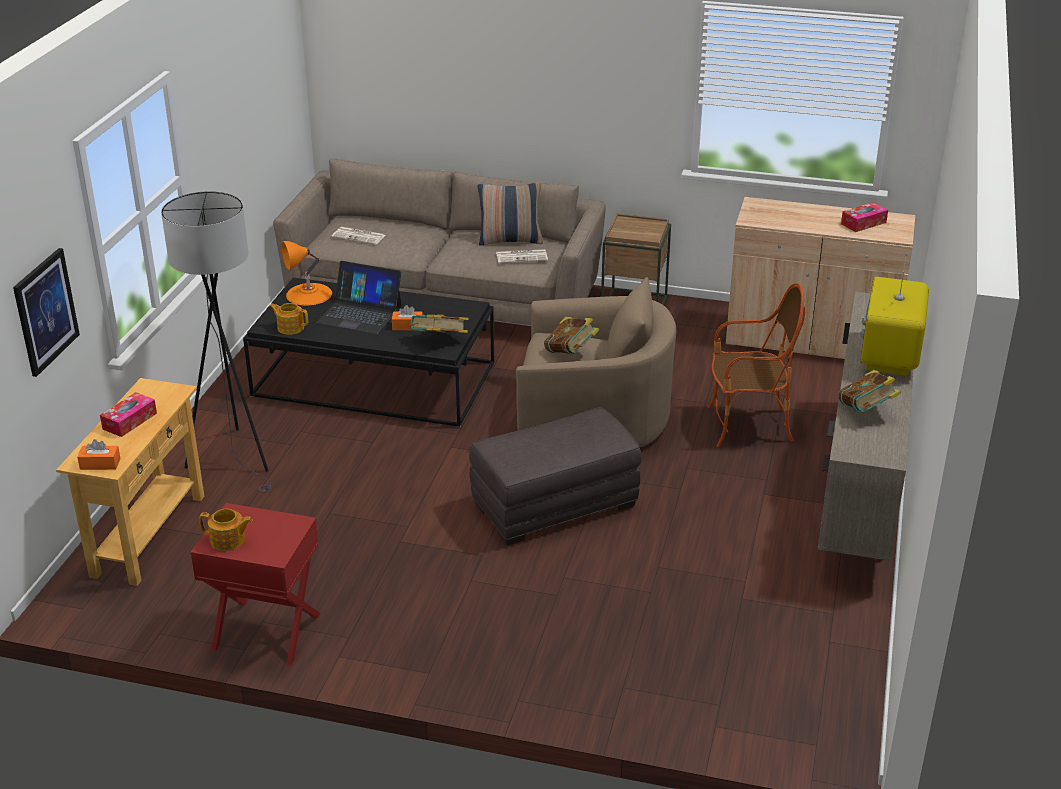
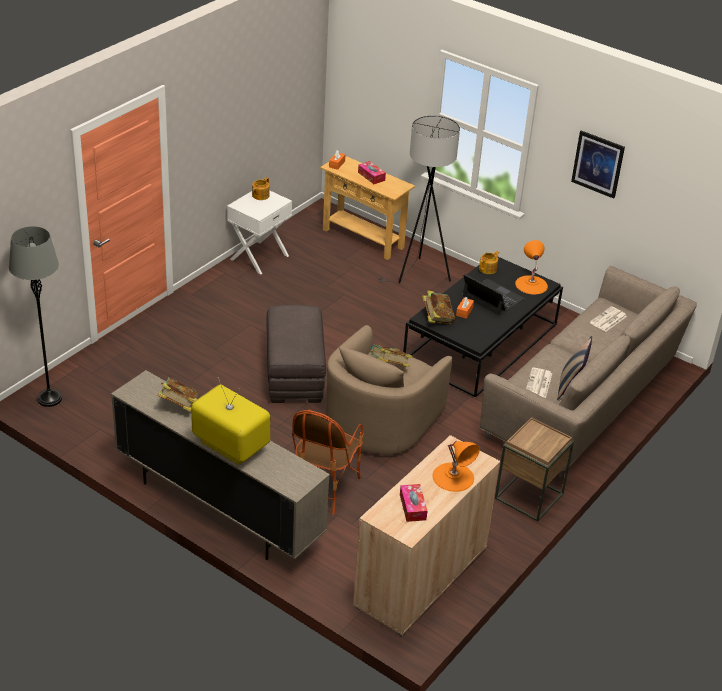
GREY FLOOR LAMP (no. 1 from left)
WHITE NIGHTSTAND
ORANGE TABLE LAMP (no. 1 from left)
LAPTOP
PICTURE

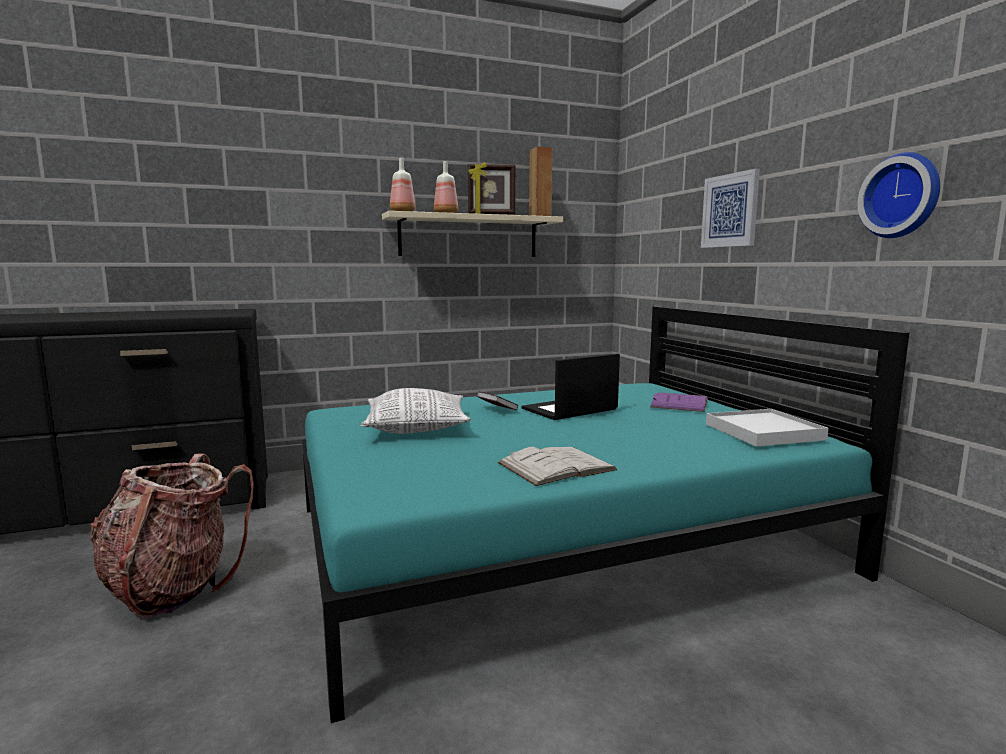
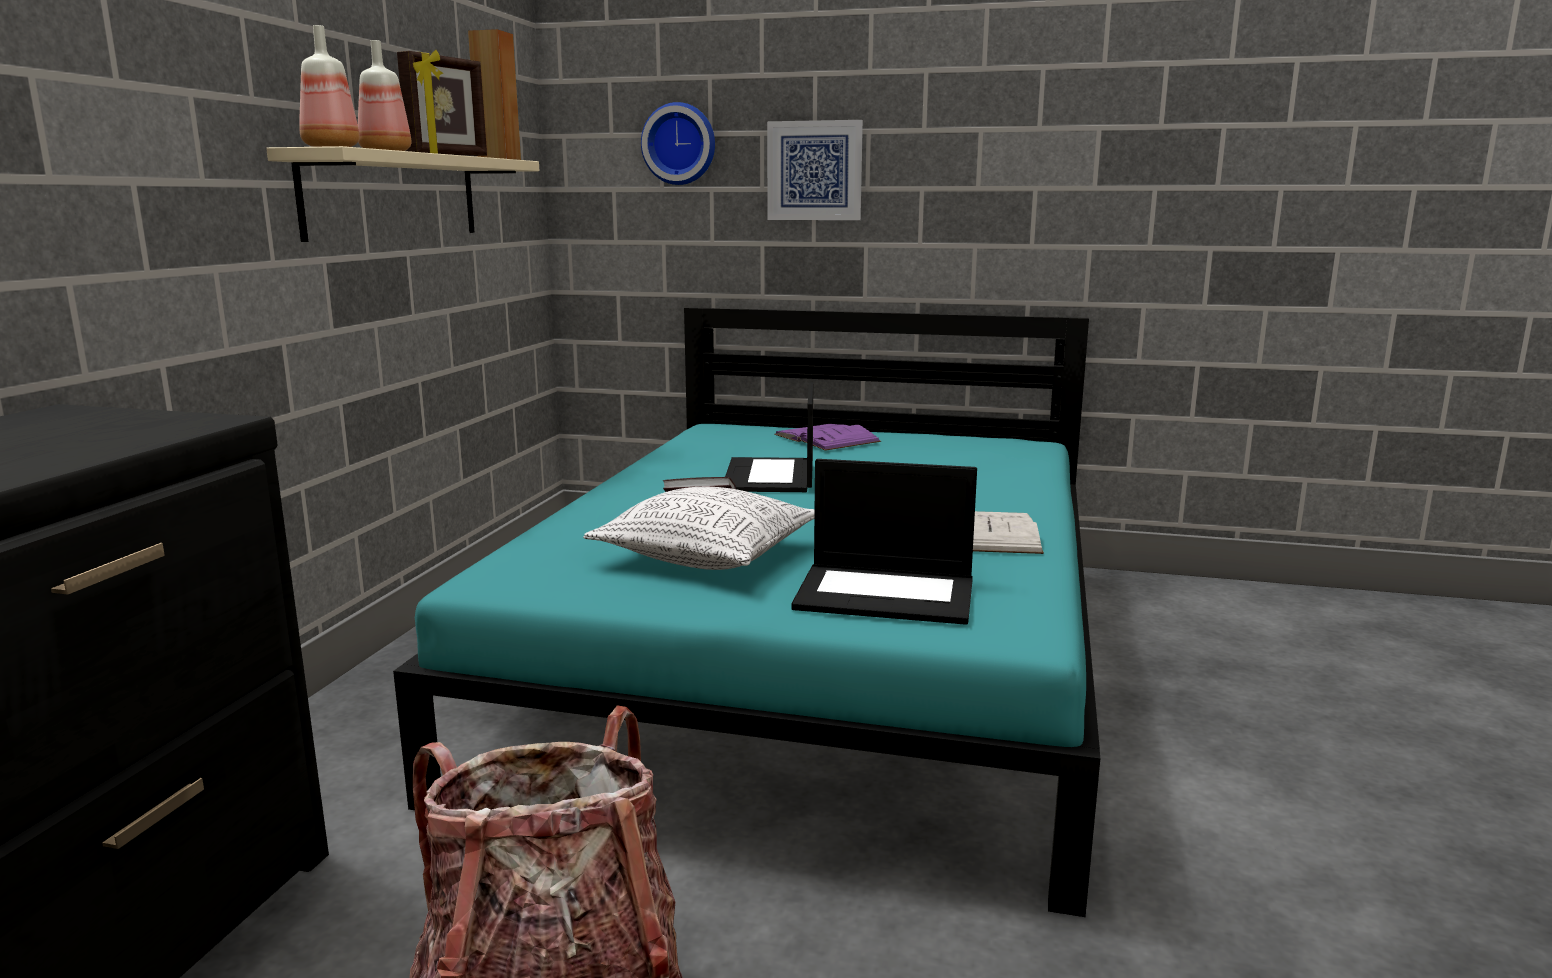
WALL CLOCK
LAPTOP (no. 2 from left)
WHITE TRAY

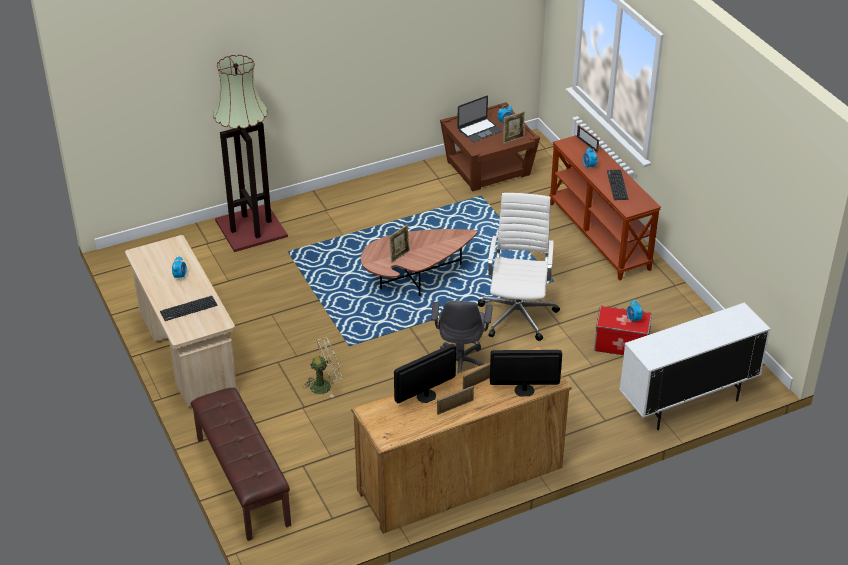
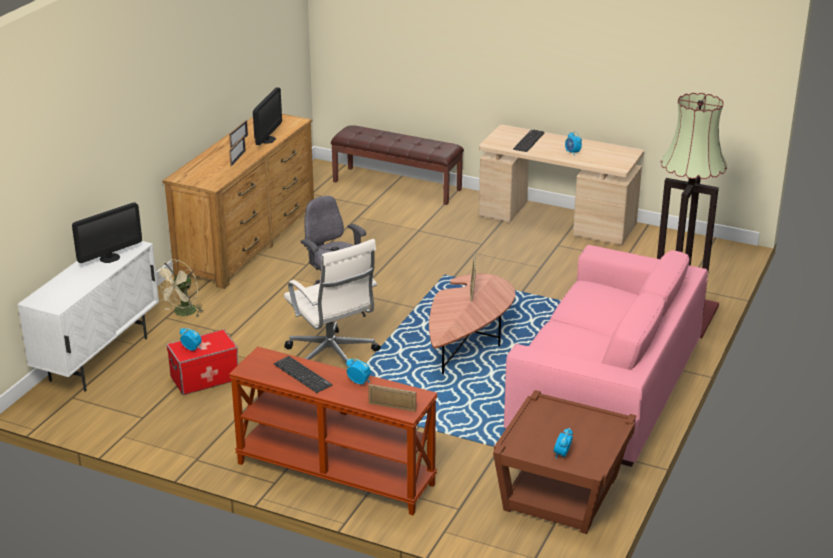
MONITOR (no. 1 from left)
BEIGE FAN
PINK SOFA
LAPTOP
PICTURE FRAME (no. 4 from left in the first image)

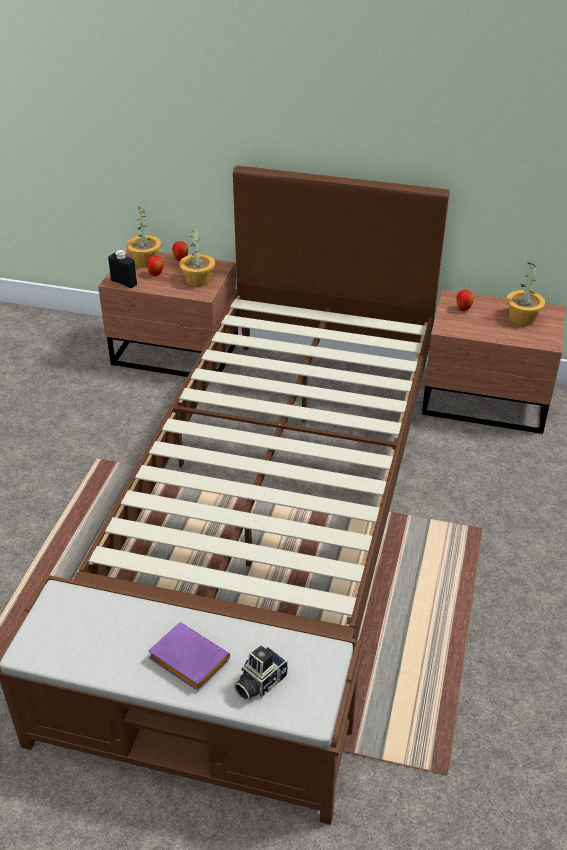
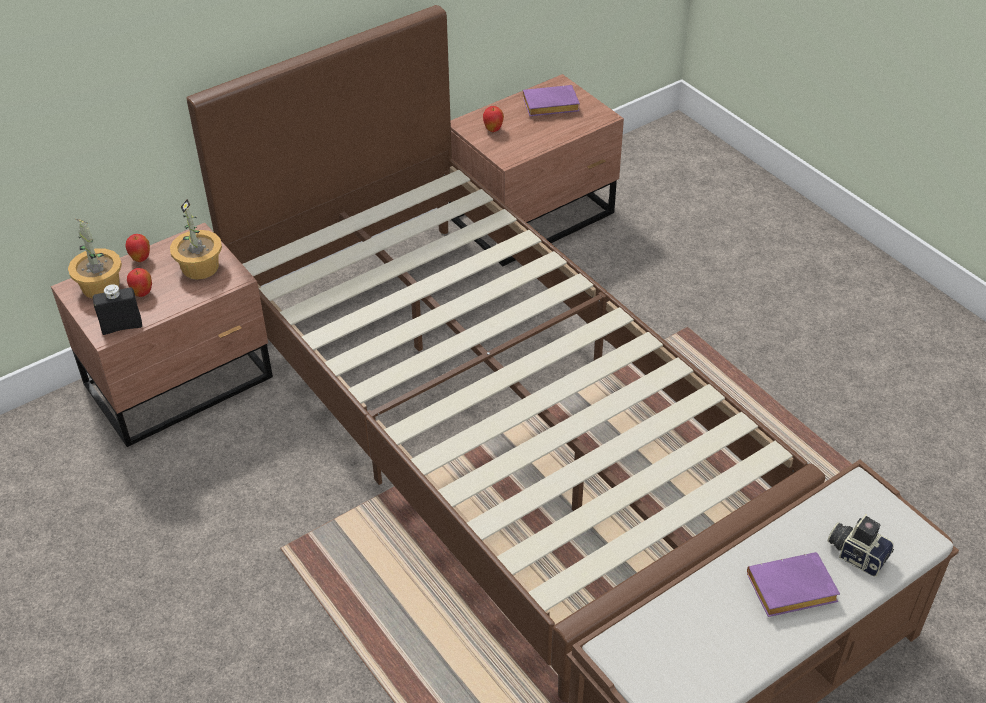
PURPLE BOOK (no. 1 from left)
PHOTO CAMERA

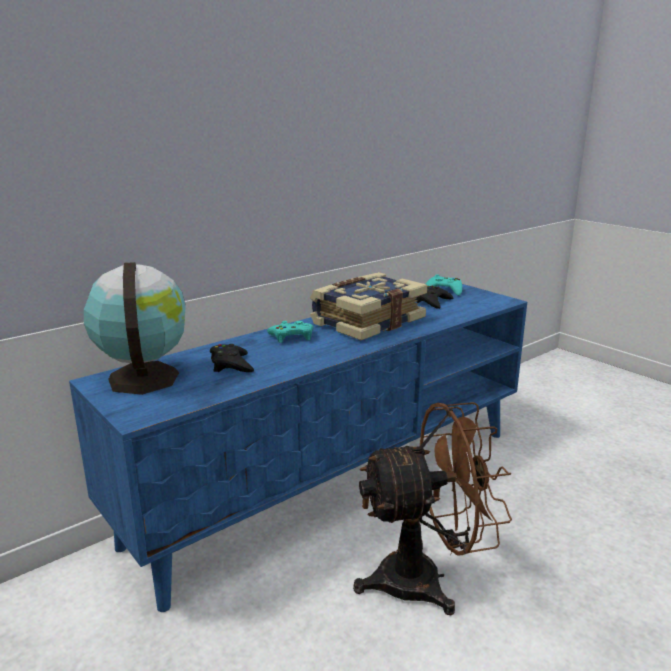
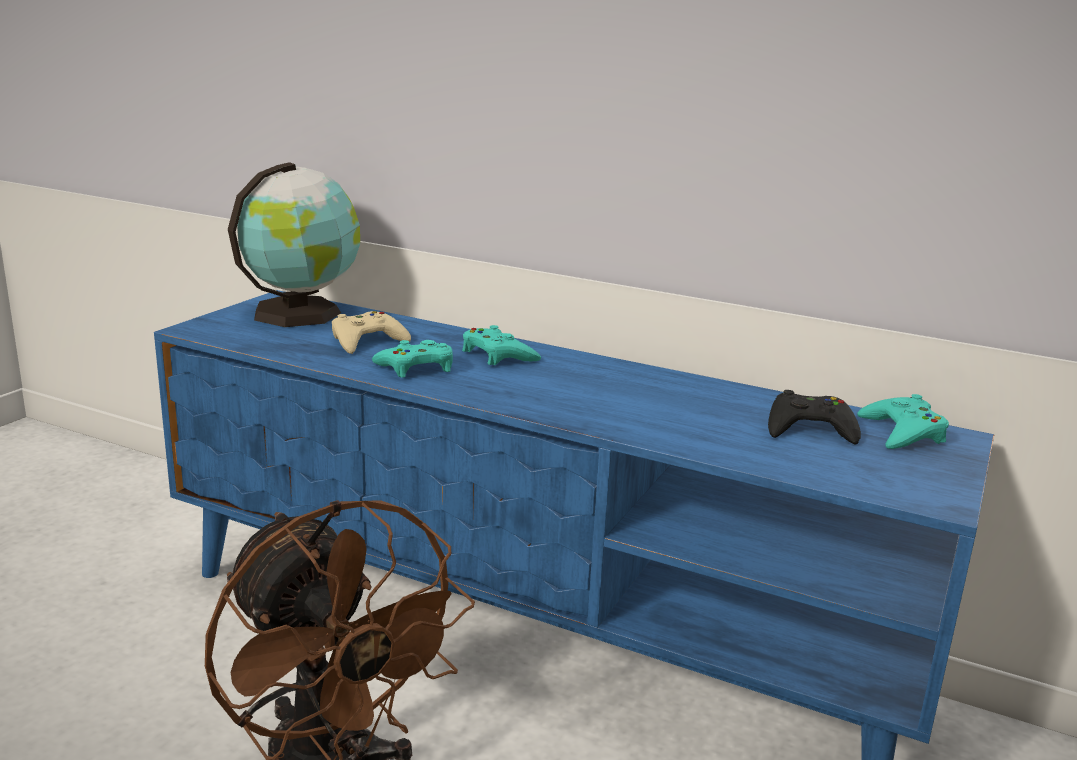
BEIGE GAME CONTROLLER
TURQUOISE GAME CONTROLLER (no. 1 from left)
BOOK

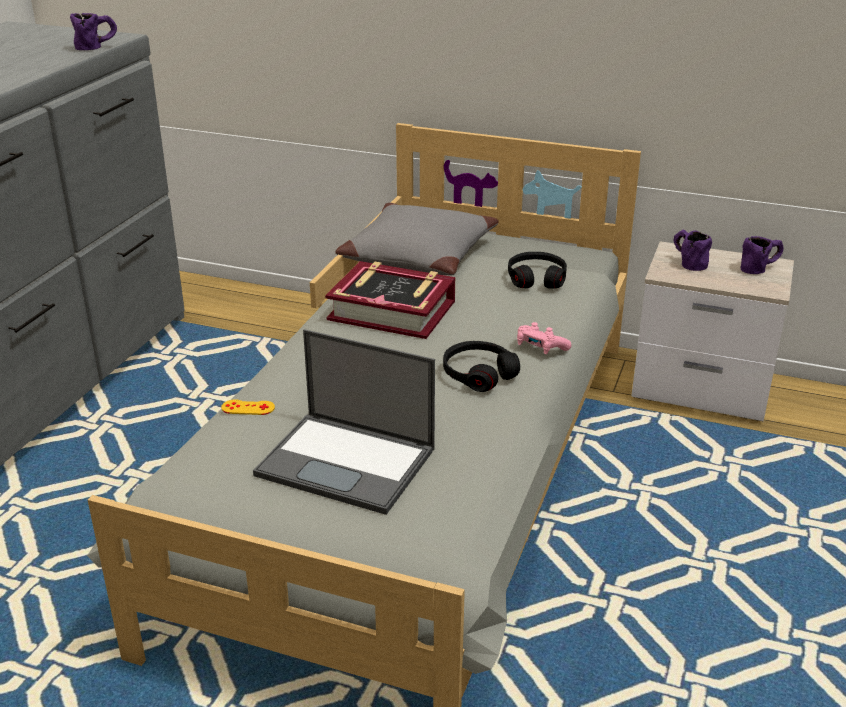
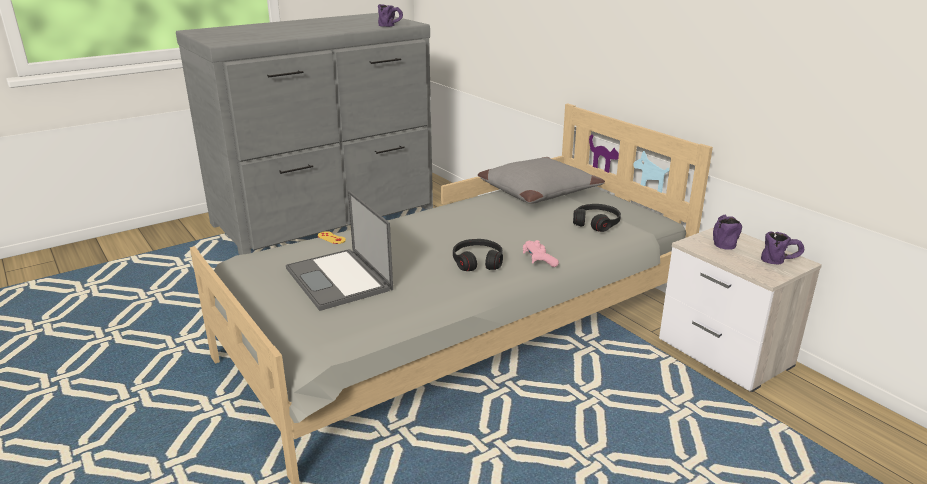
BOOK

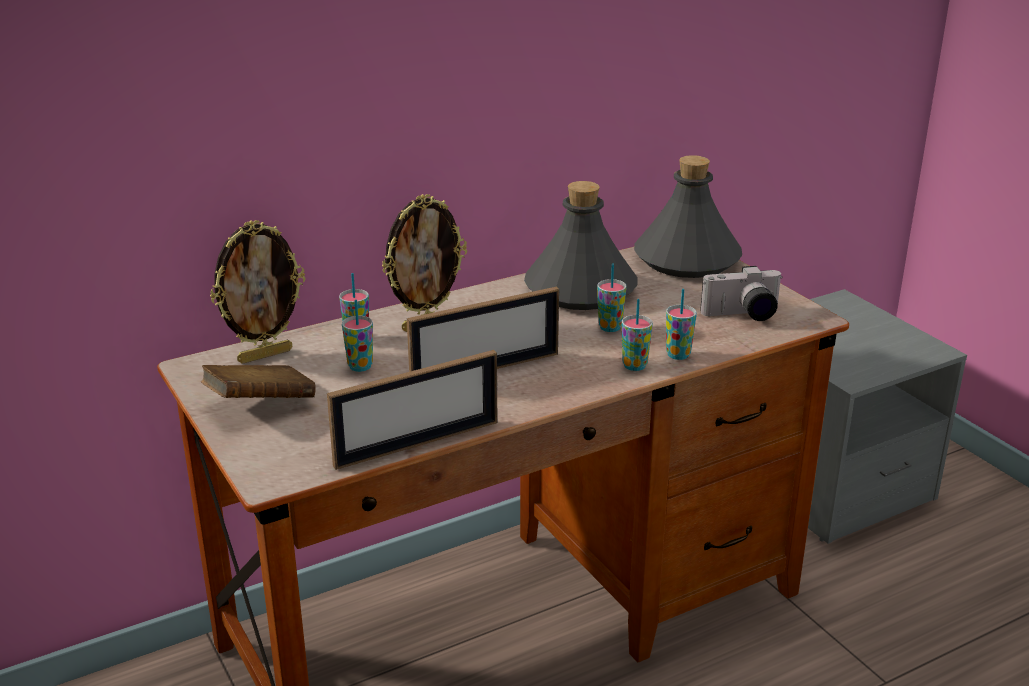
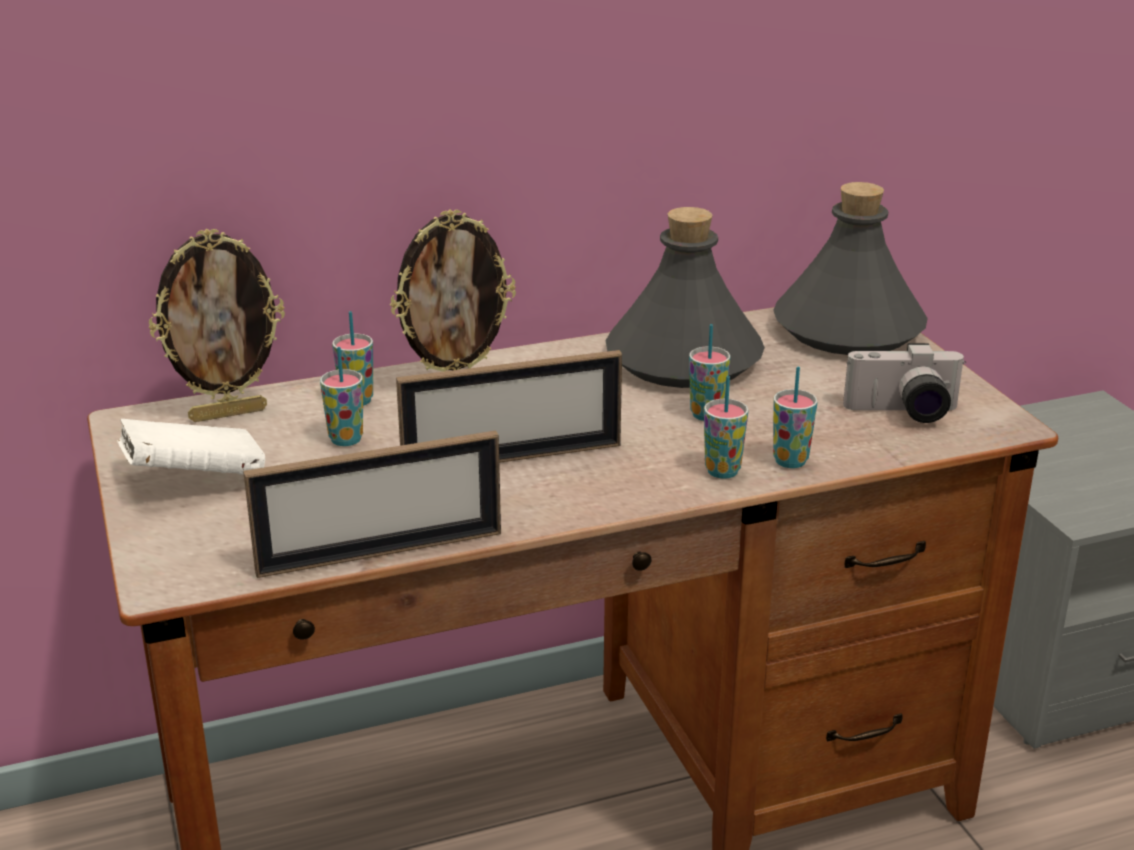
WHITE BOOK

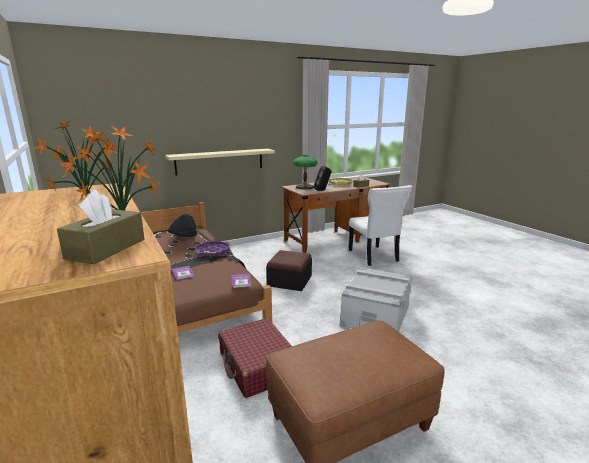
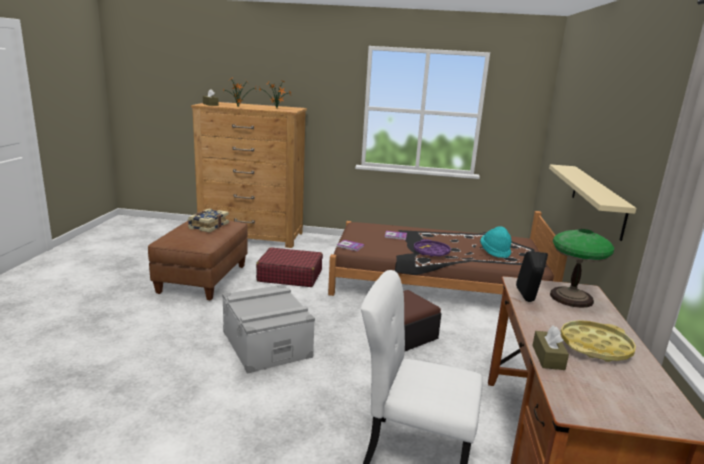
BOOK (no. 1 from left)
TURQUOISE HAT

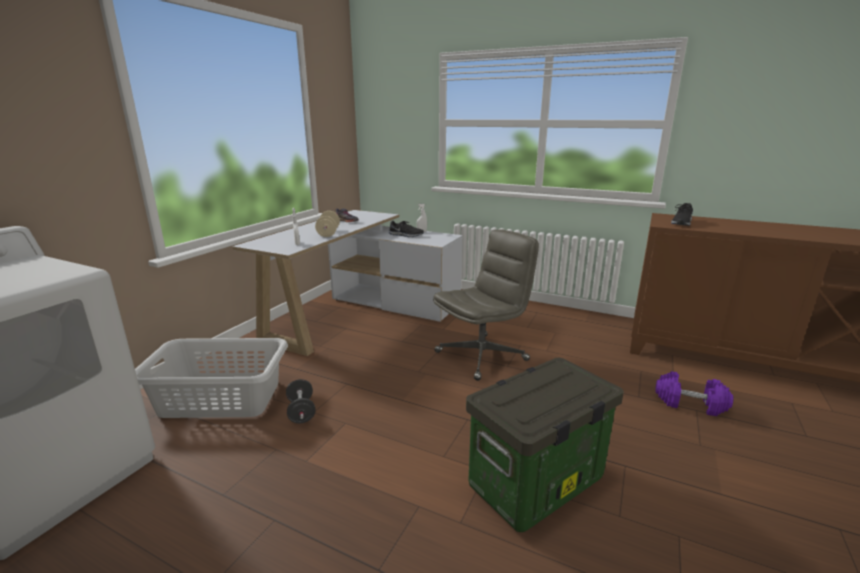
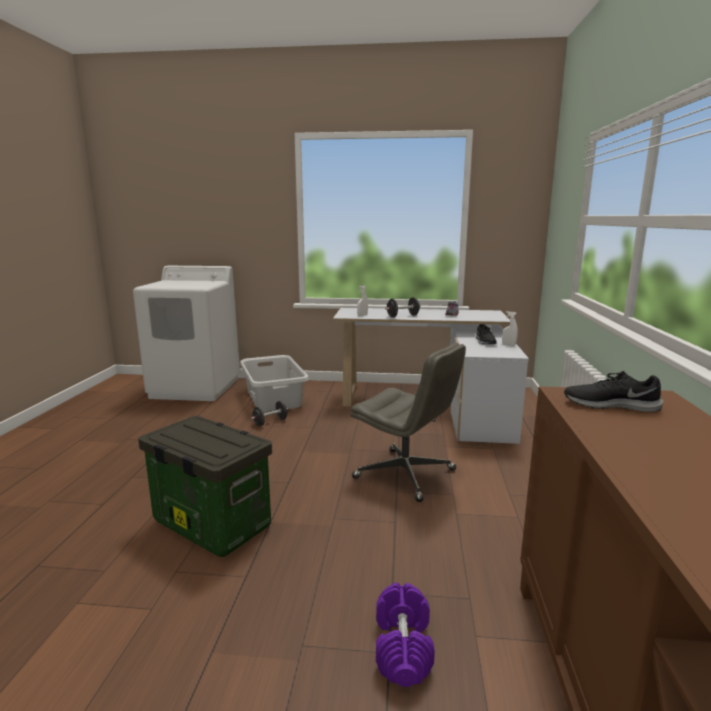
BLACK DUMBBELL (no. 2 from left)

